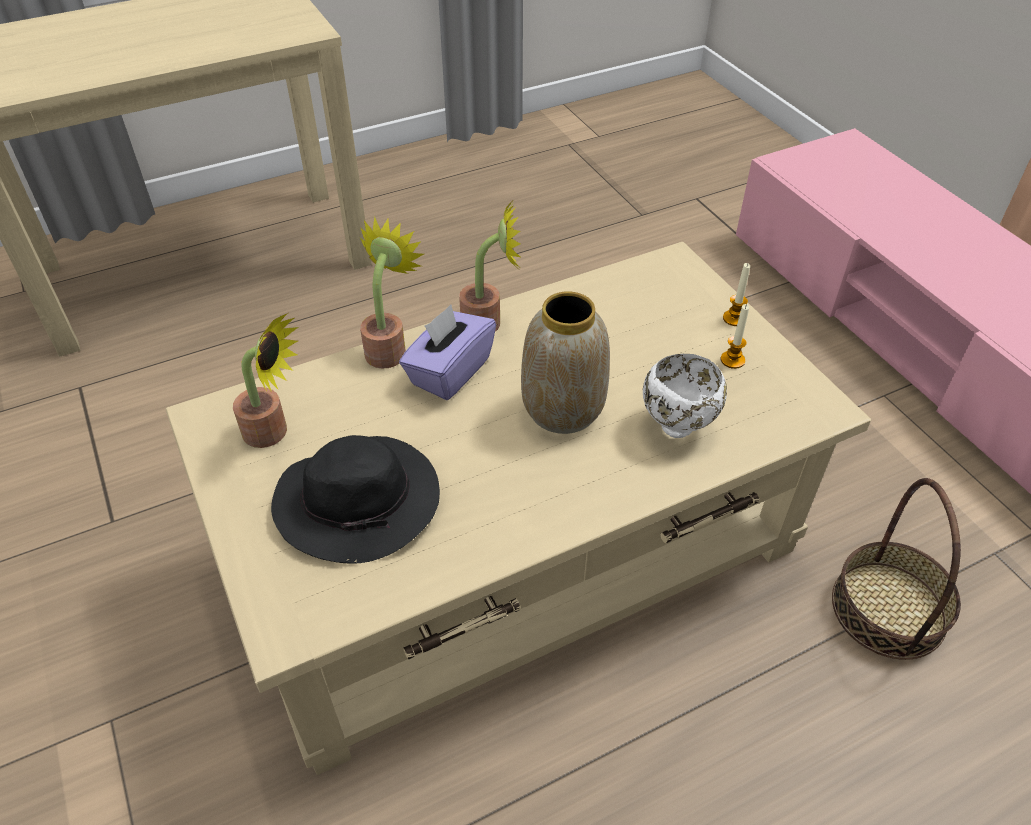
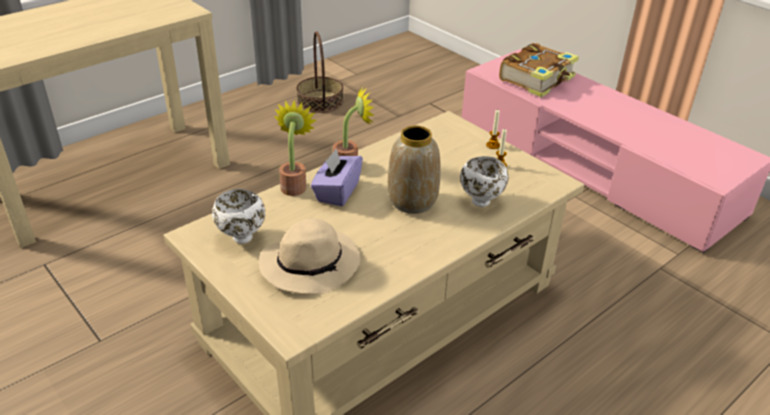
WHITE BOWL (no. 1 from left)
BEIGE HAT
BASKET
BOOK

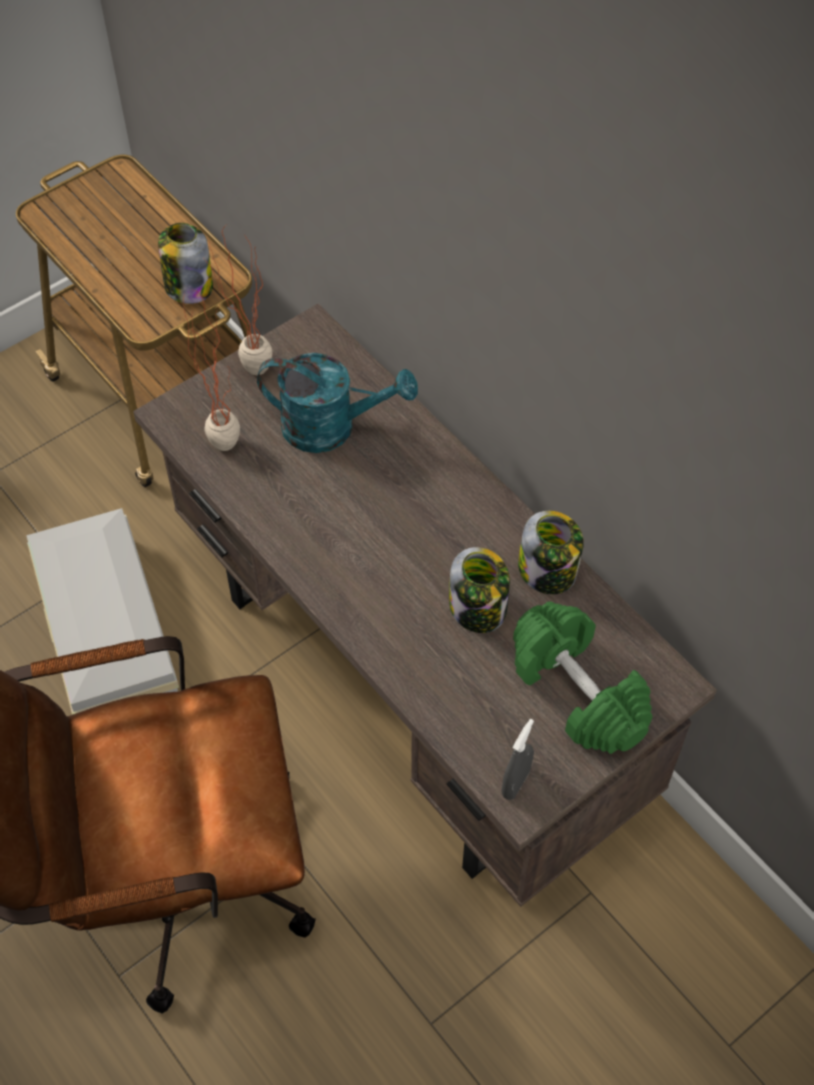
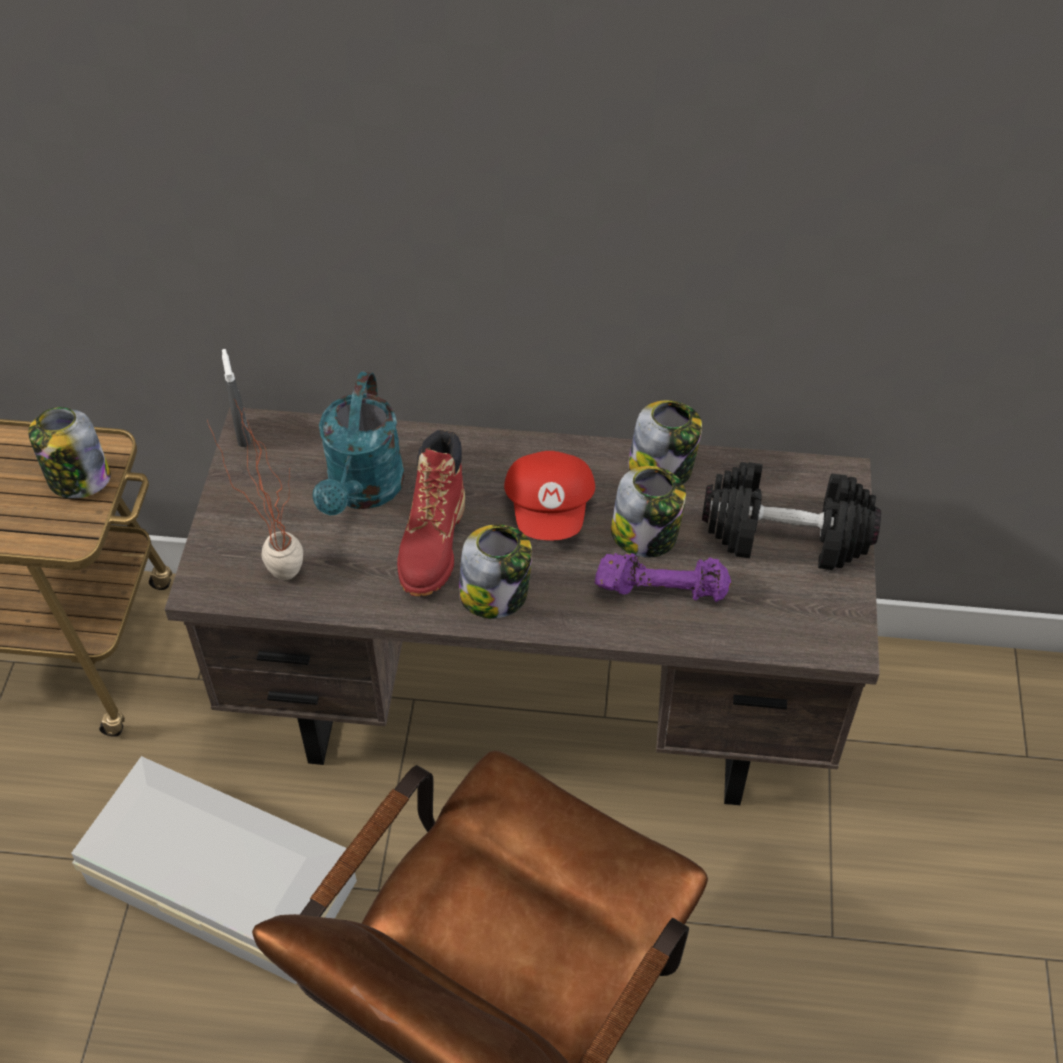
GREY SPRAY BOTTLE
TURQUOISE WATERING CAN
RED BOOT
JAR (no. 2 from left)
RED CAP
PURPLE DUMBBELL
BLACK DUMBBELL
POTTED PLANT (no. 2 from left in the first image)

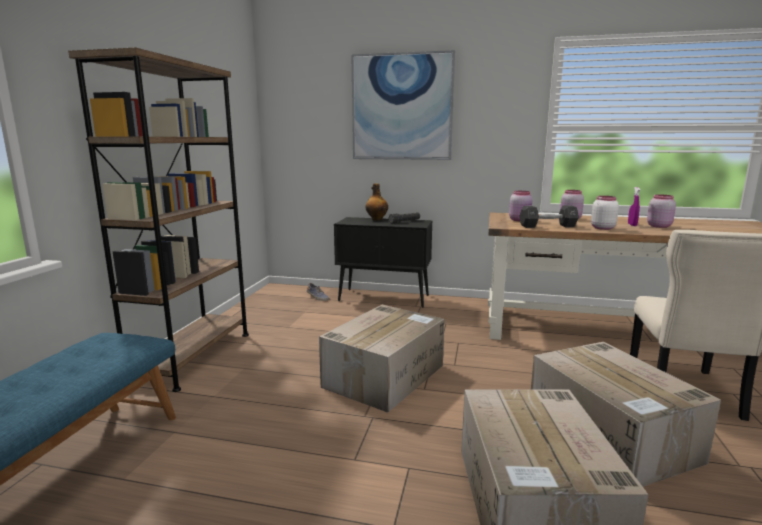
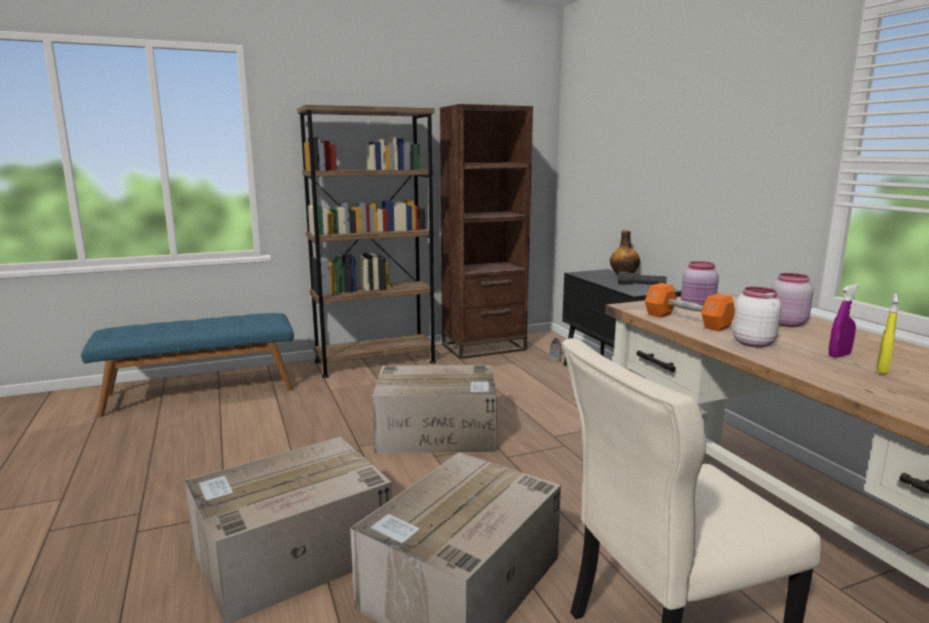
BROWN BOOKCASE (no. 2 from left)
ORANGE DUMBBELL
YELLOW SPRAY BOTTLE
PICTURE

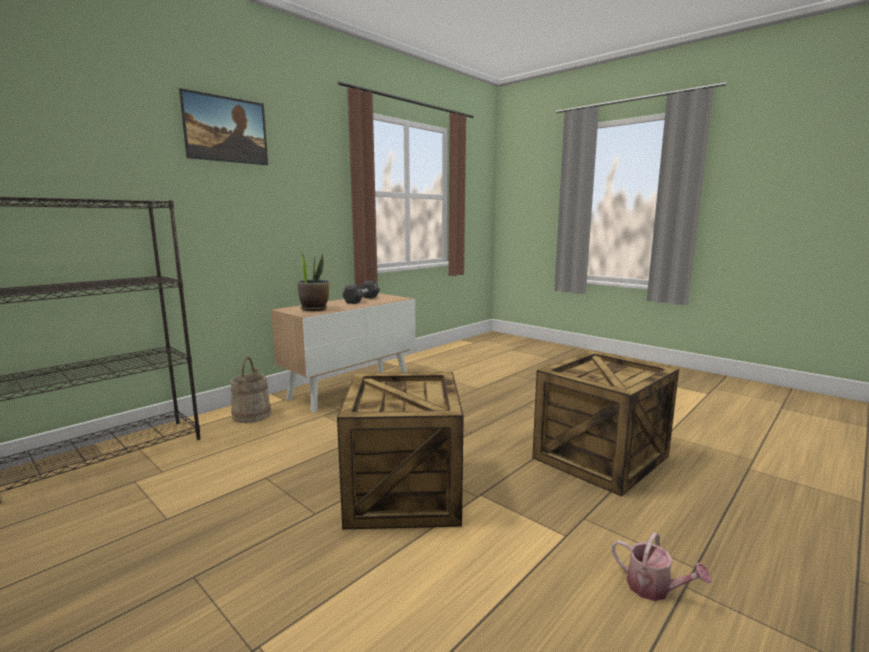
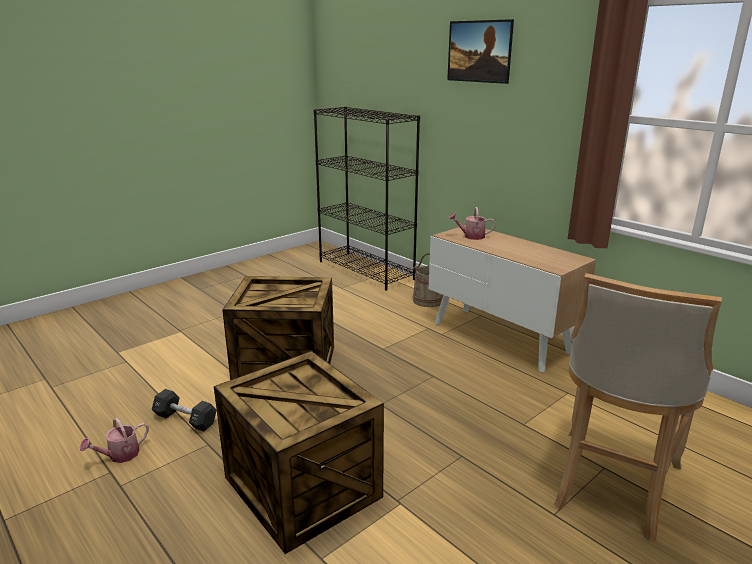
BLACK DUMBBELL
WATERING CAN (no. 2 from left)
BEIGE STOOL

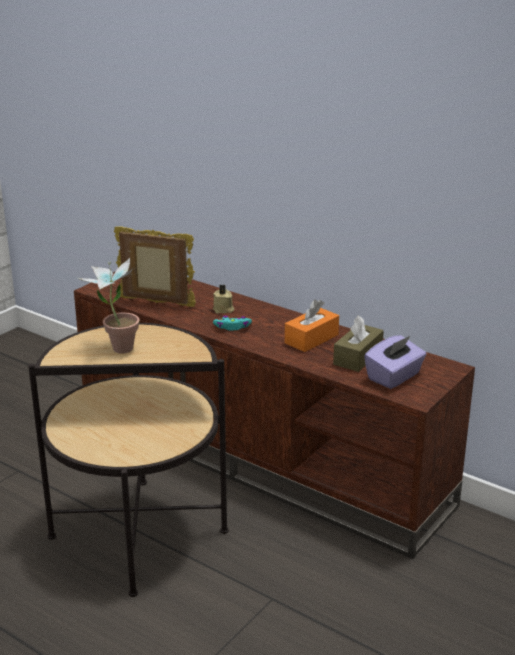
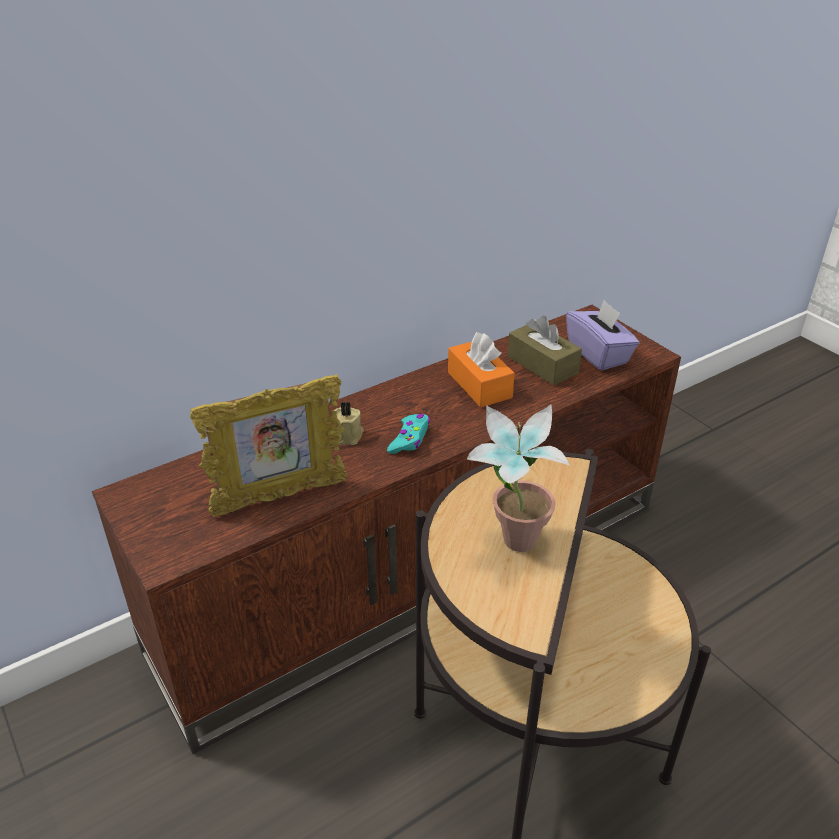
PICTURE FRAME

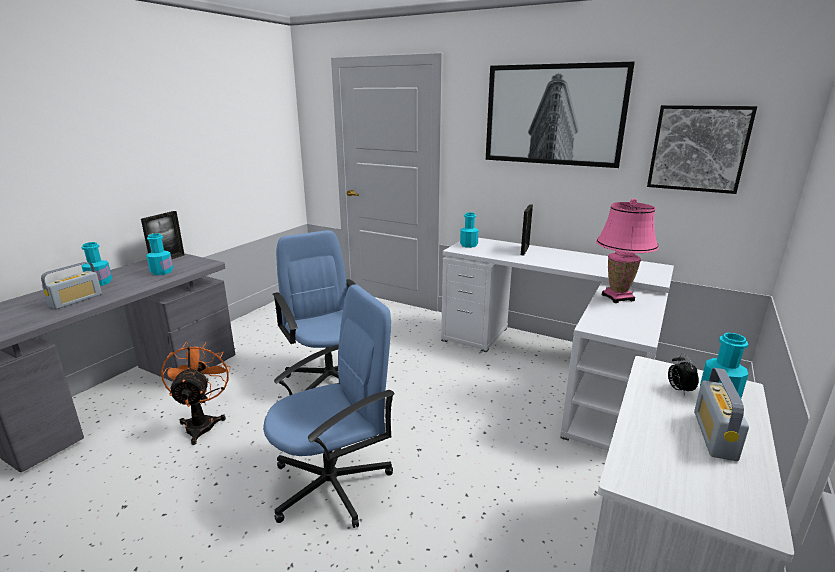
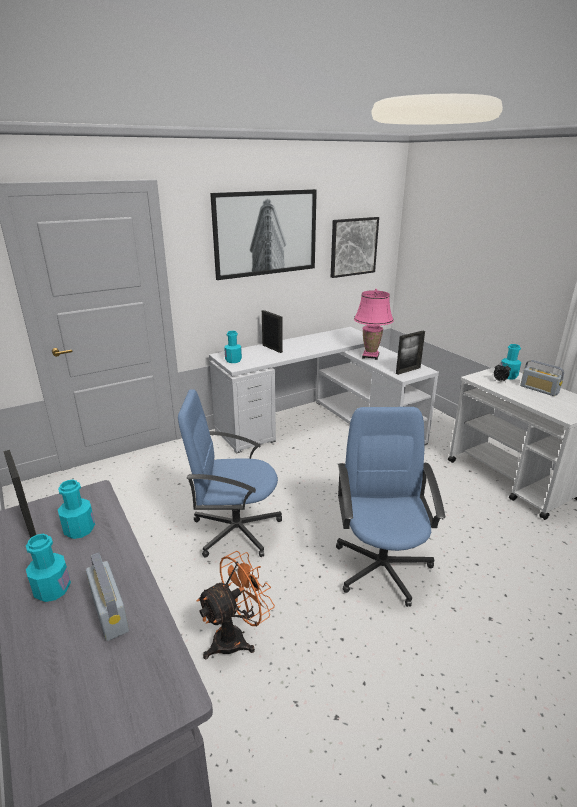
ORANGE FAN
PICTURE FRAME (no. 3 from left)

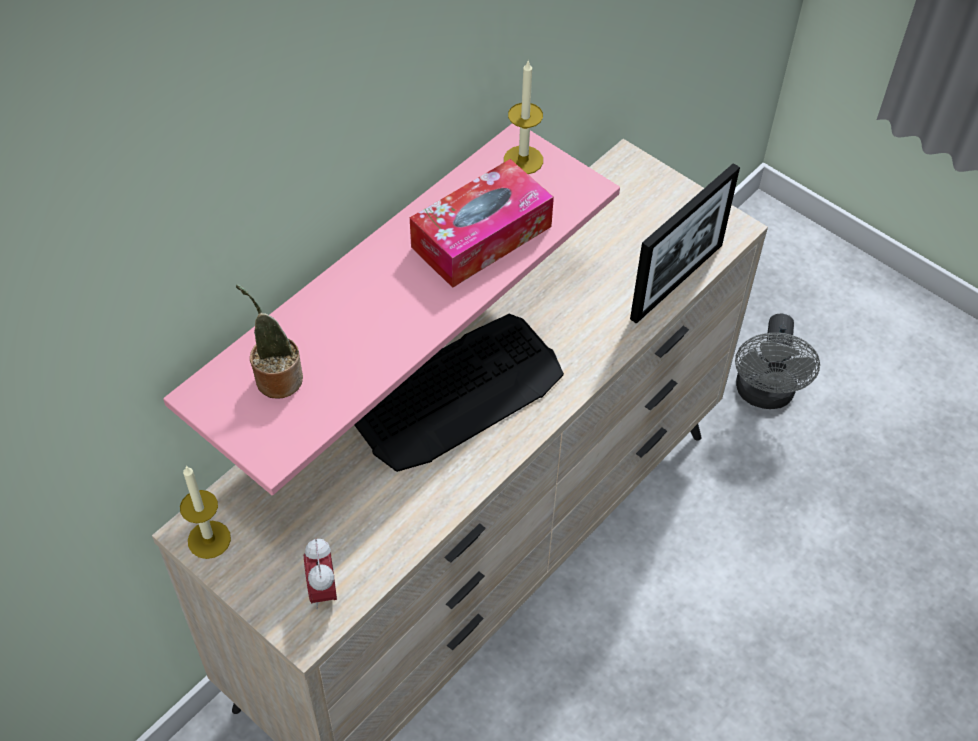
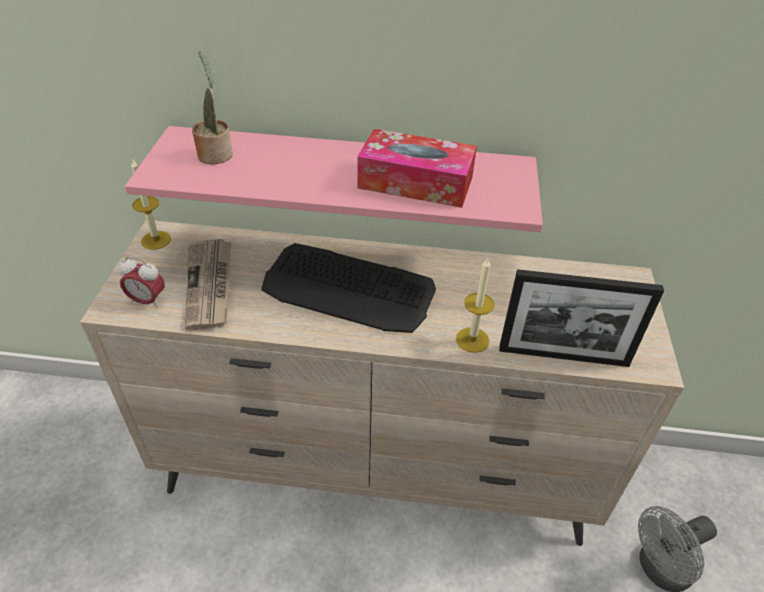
ALARM CLOCK
NEWSPAPER
CANDLE (no. 2 from left)

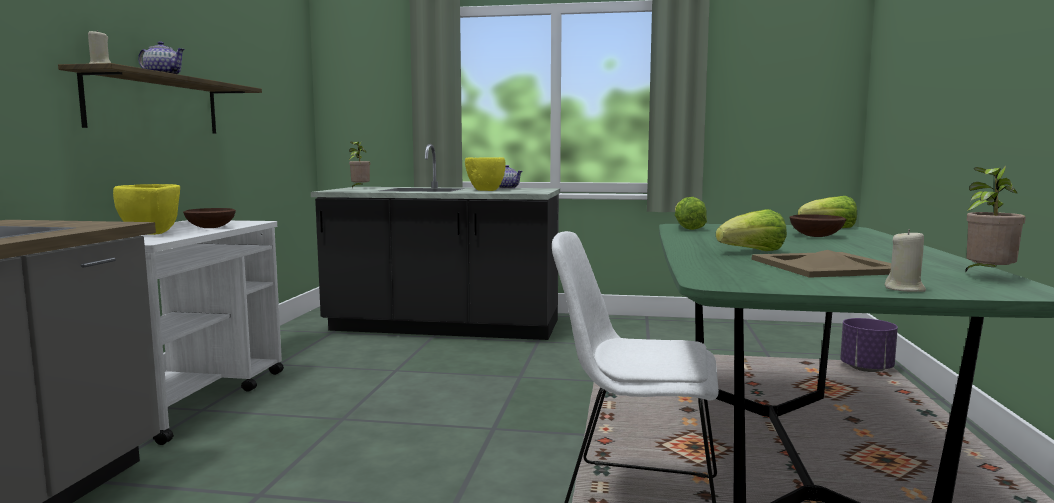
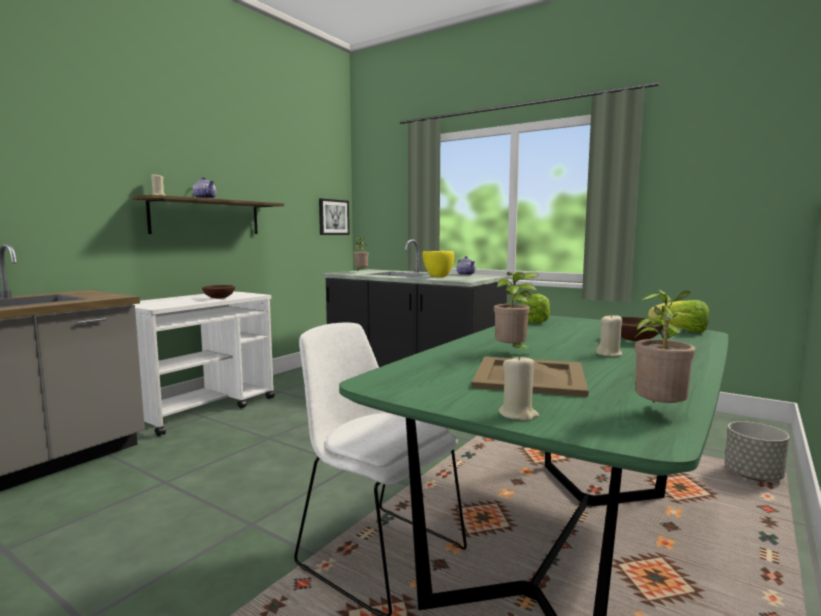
PICTURE
POTTED PLANT (no. 2 from left)
BEIGE CANDLE (no. 3 from left)
GREY PLANTER
YELLOW BOWL (no. 1 from left in the first image)

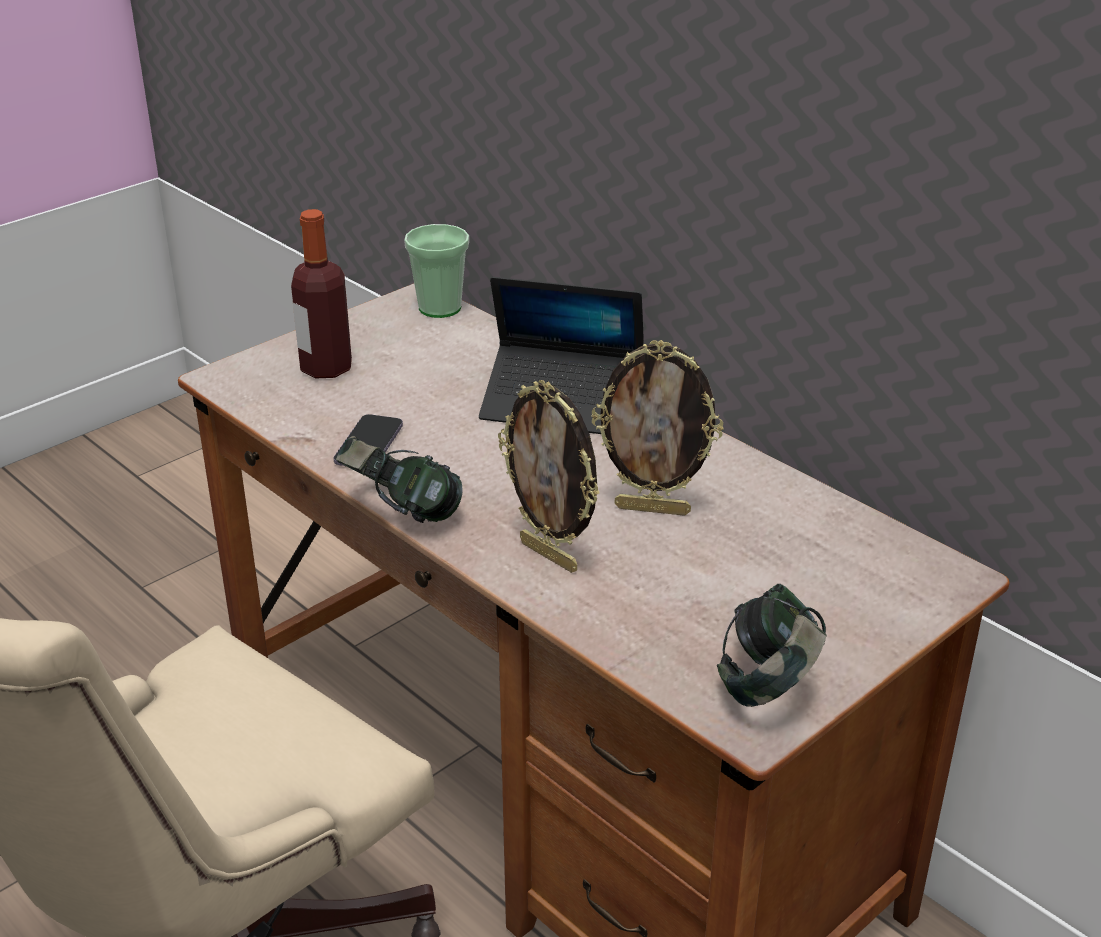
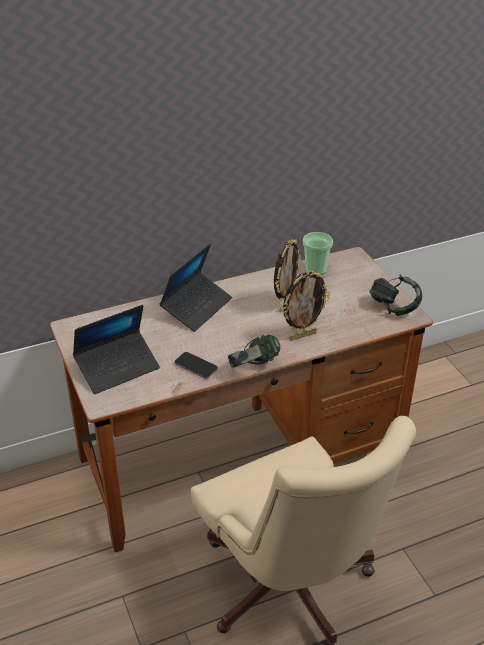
LAPTOP (no. 1 from left)
CUP

